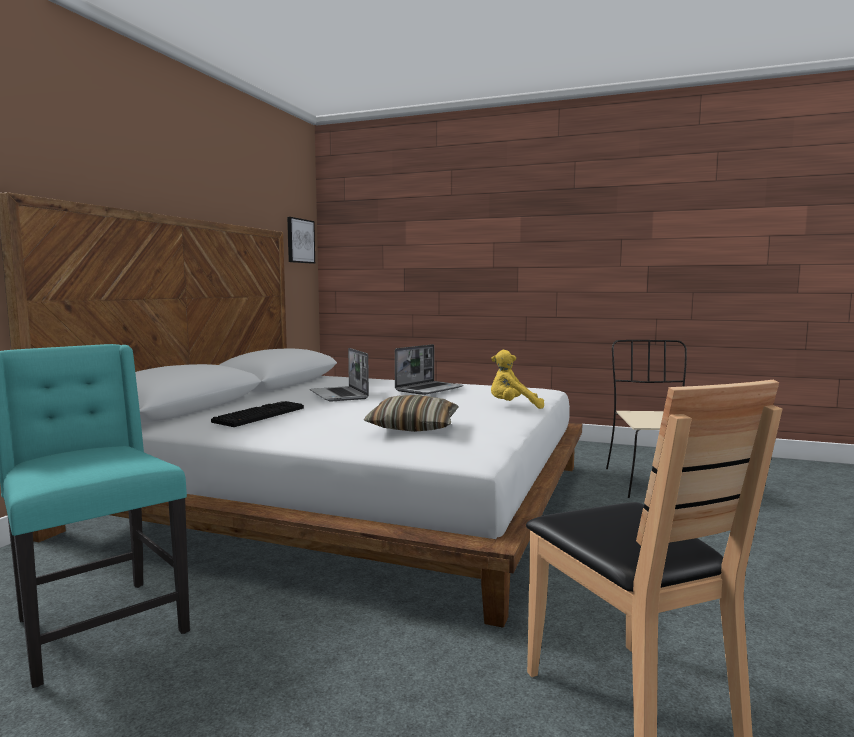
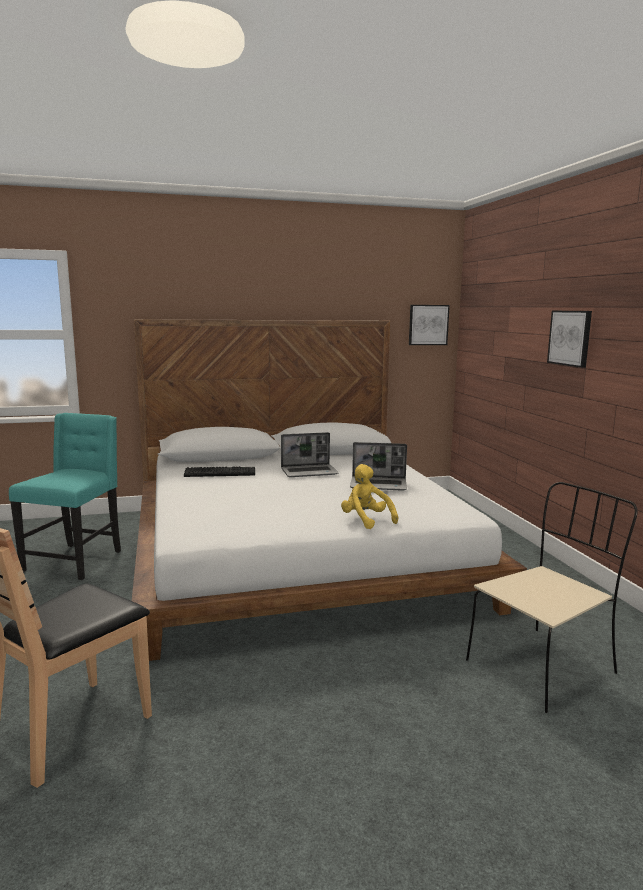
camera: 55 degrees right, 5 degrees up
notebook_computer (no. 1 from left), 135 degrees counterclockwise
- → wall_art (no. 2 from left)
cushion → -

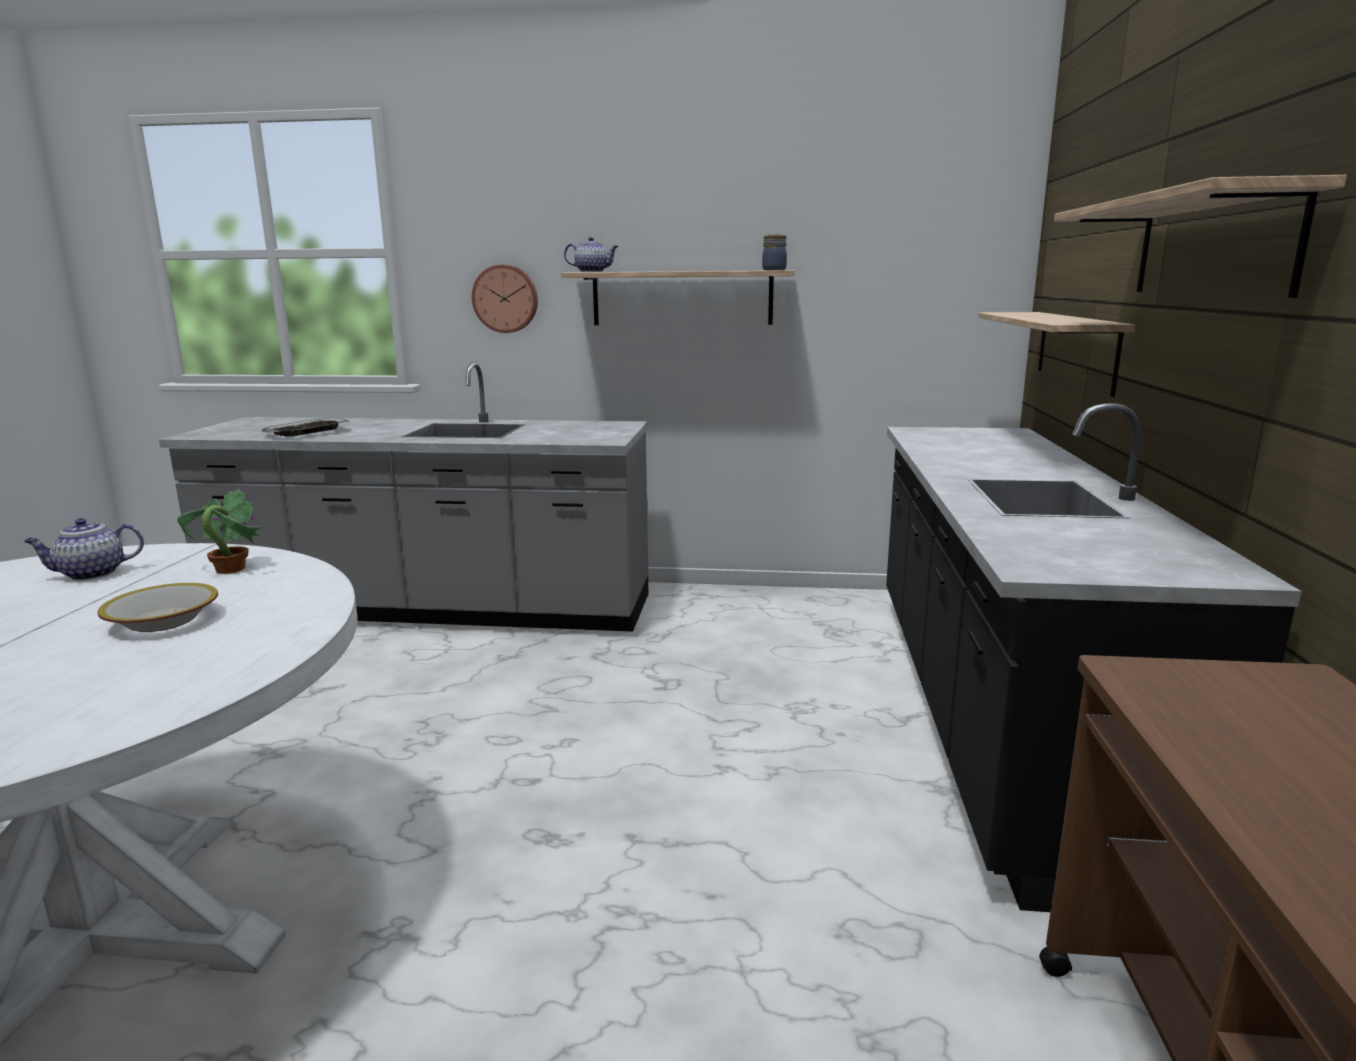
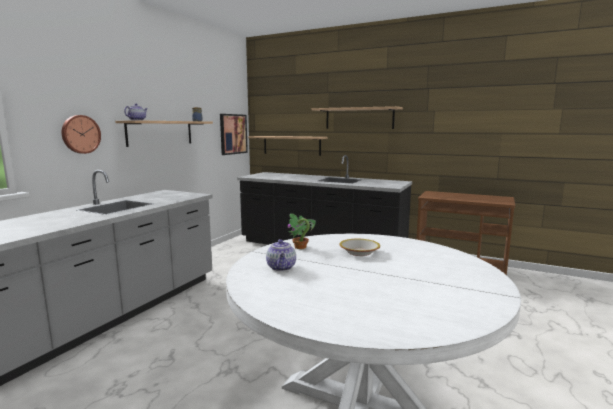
camera: 70 degrees left, 5 degrees down
- → wall_art
serving_tray → -

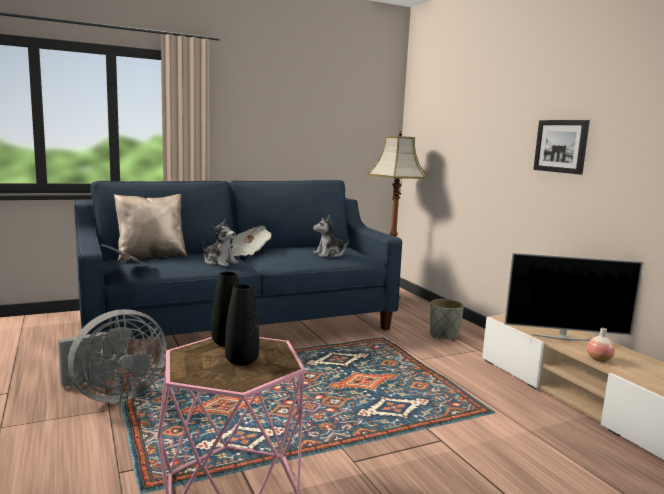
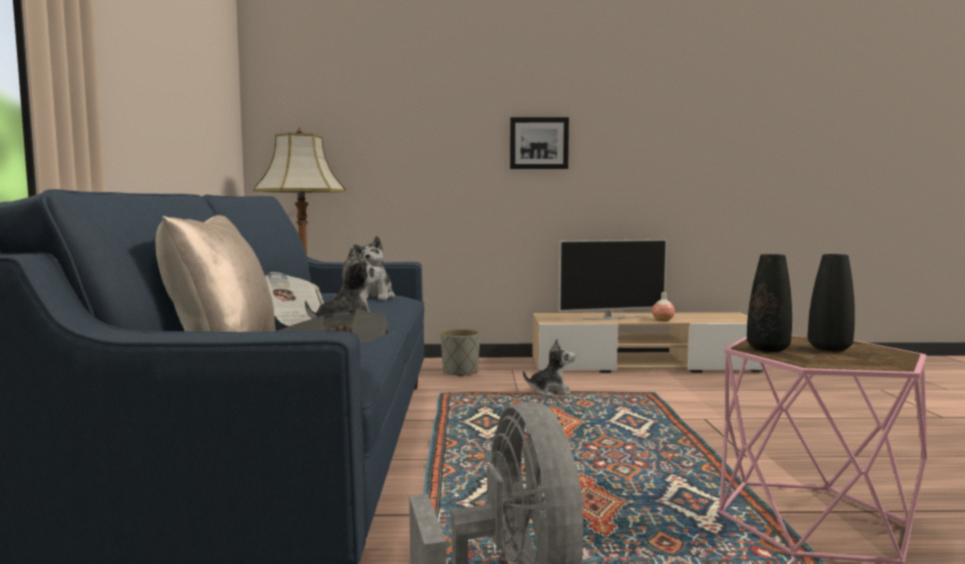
camera: 65 degrees left, 5 degrees down
- → cuddly_toy (no. 3 from left)
television, 45 degrees clockwise

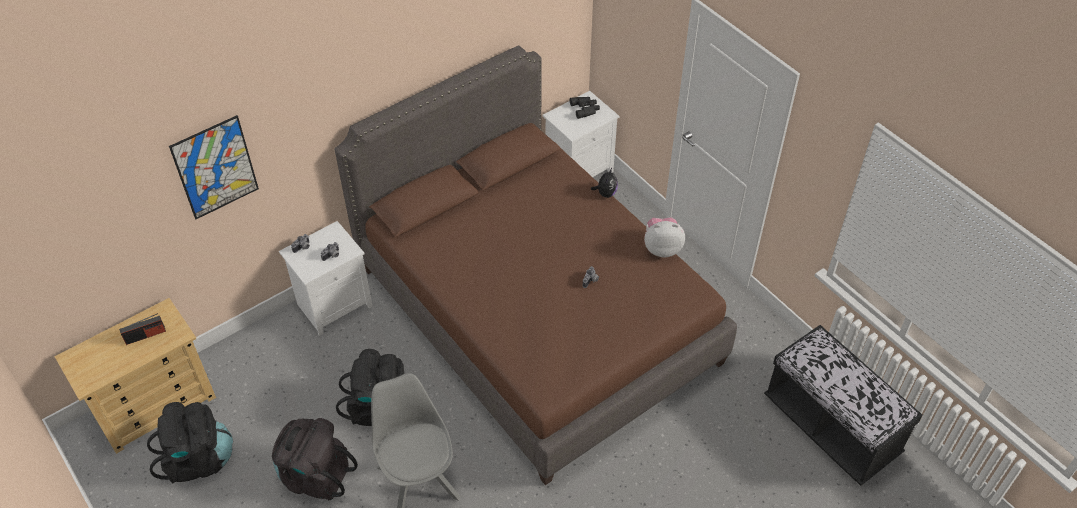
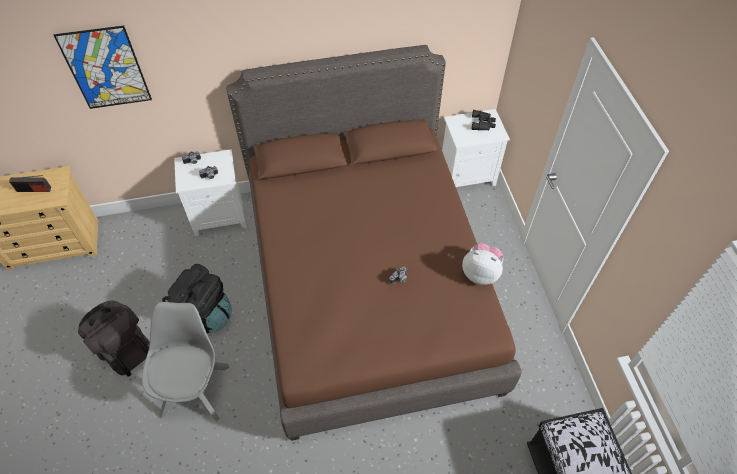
camera: 25 degrees right, 5 degrees up
black-coloured_knapsack (no. 1 from left) → -
cuddly_toy (no. 1 from left) → -

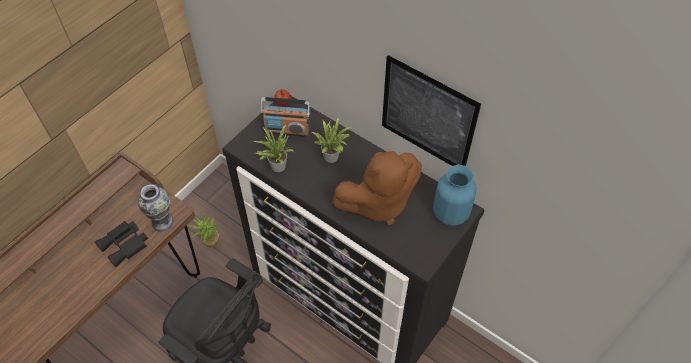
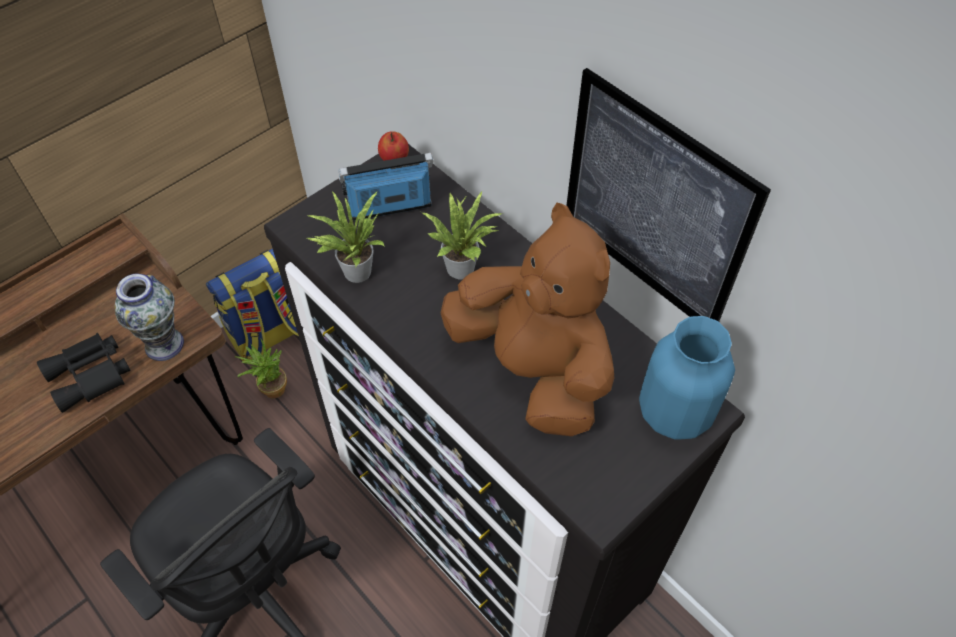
camera: 10 degrees right, 0 degrees up
- → knapsack
radio_set, 150 degrees clockwise
brown_cuddly_toy, 120 degrees counterclockwise

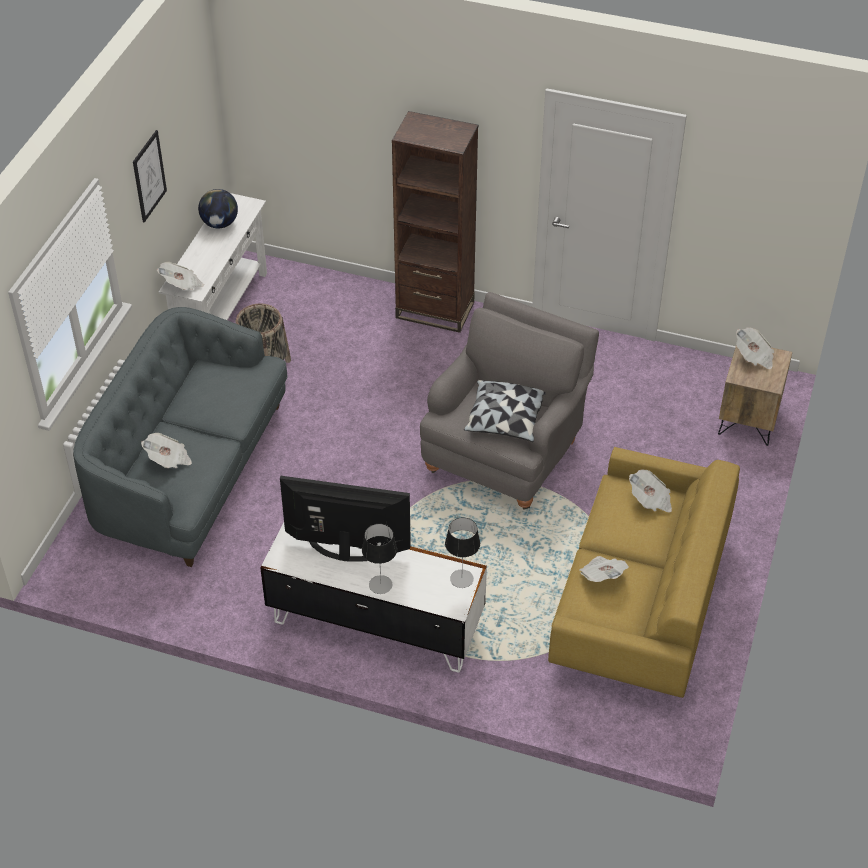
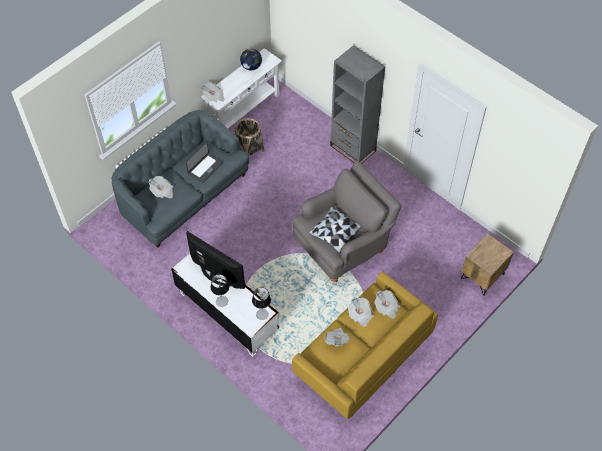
camera: 25 degrees right, 10 degrees up
- → notebook_computer
brown_bookcase → greyish_bookcase
printed_paper (no. 5 from left in the first image) → printed_paper (no. 4 from left), relocated
wall_art → -

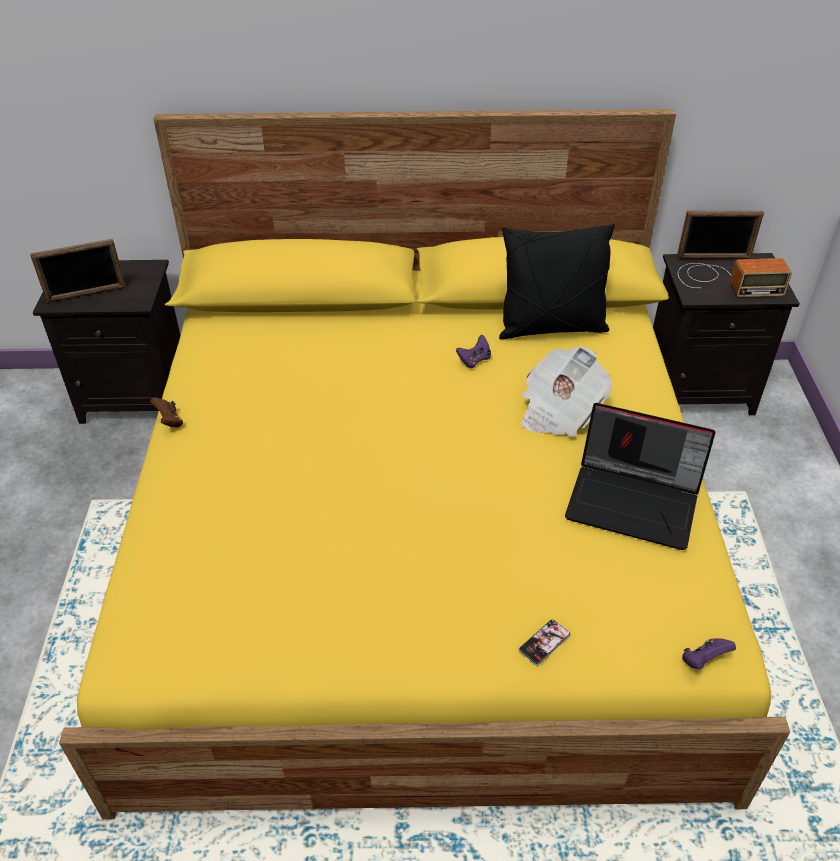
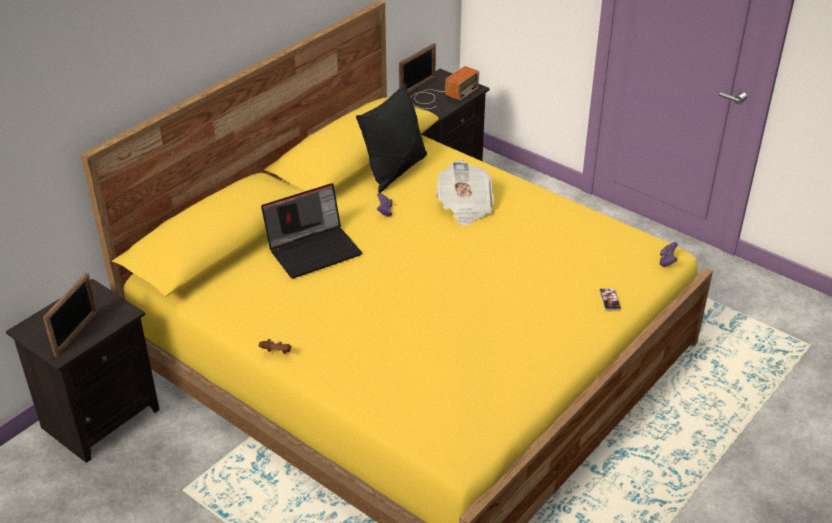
camera: 50 degrees left, 5 degrees down
notebook_computer, relocated

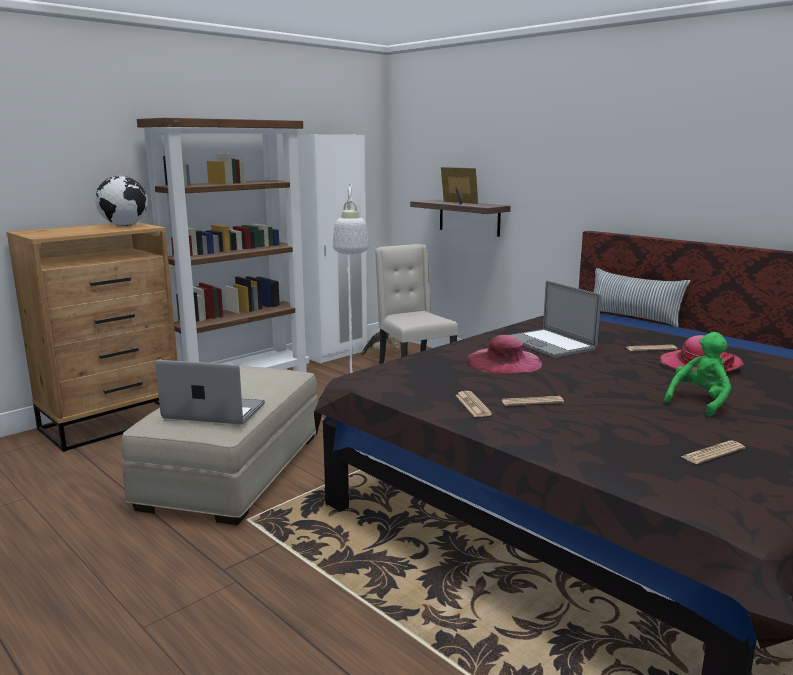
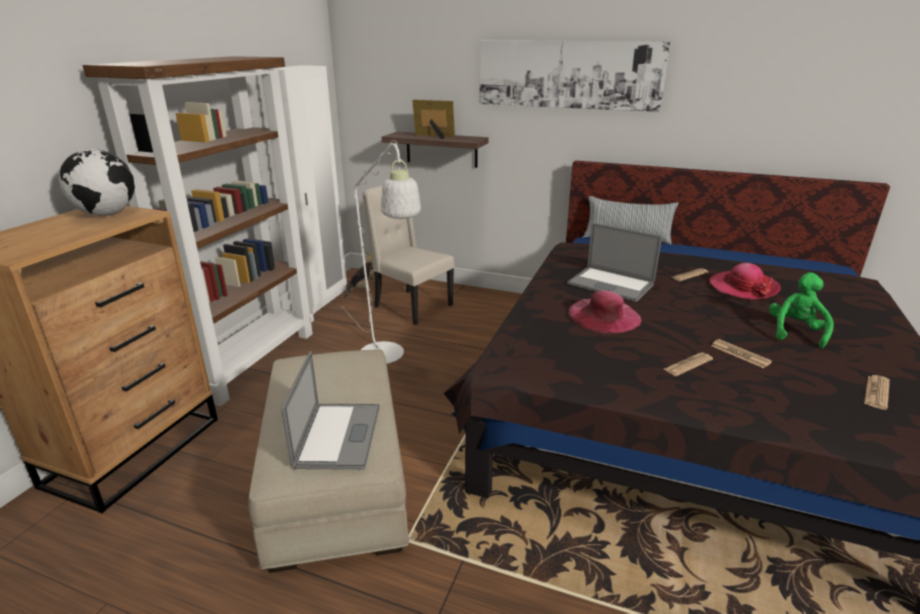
camera: 25 degrees left, 10 degrees up
notebook_computer (no. 1 from left), 105 degrees clockwise
- → wall_art
printed_paper (no. 1 from left in the first image) → printed_paper (no. 3 from left), relocated

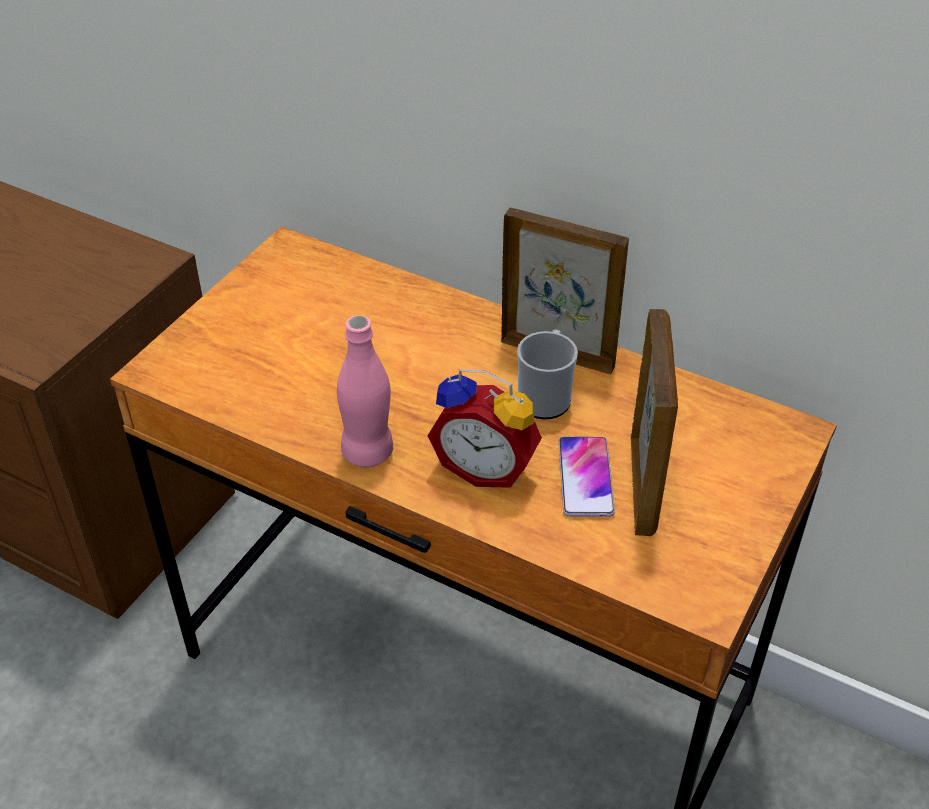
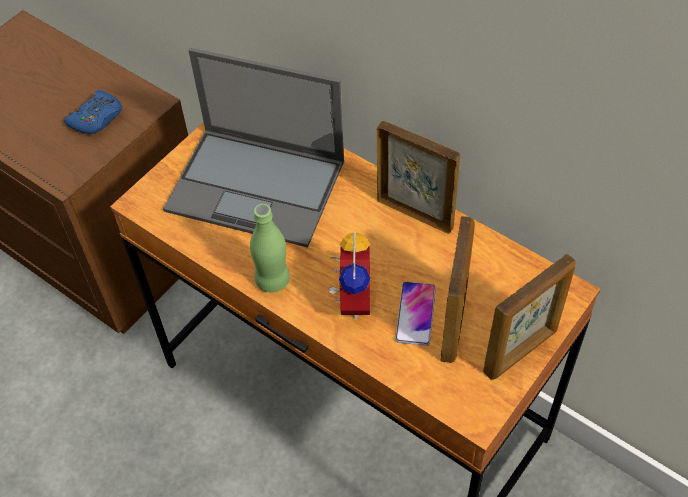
camera: 10 degrees right, 10 degrees up
- → bluish_joypad
- → notebook_computer
pinkish_drink_bottle → greenish_drink_bottle
table_clock, 120 degrees counterclockwise
- → photo_frame (no. 3 from left)
coffee_mug → -

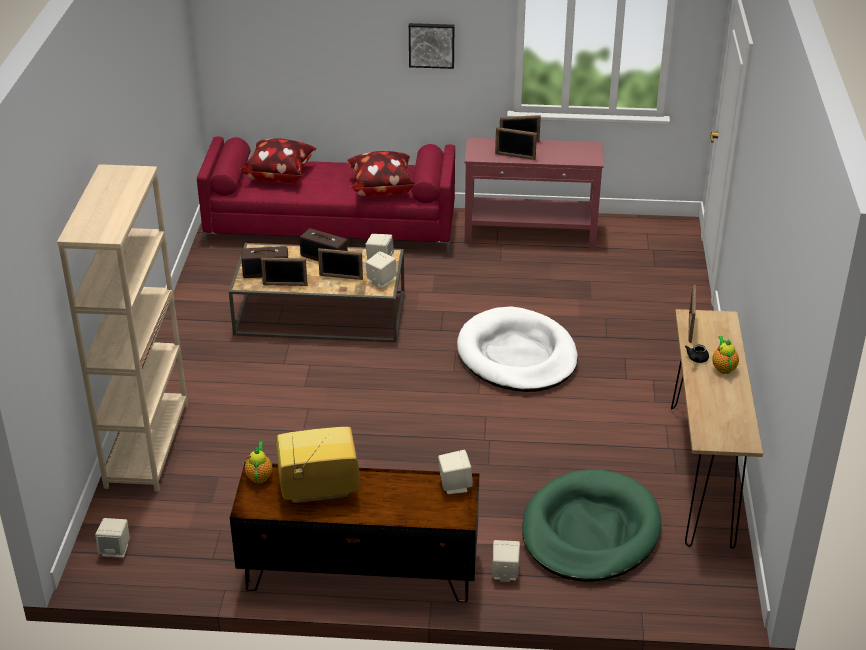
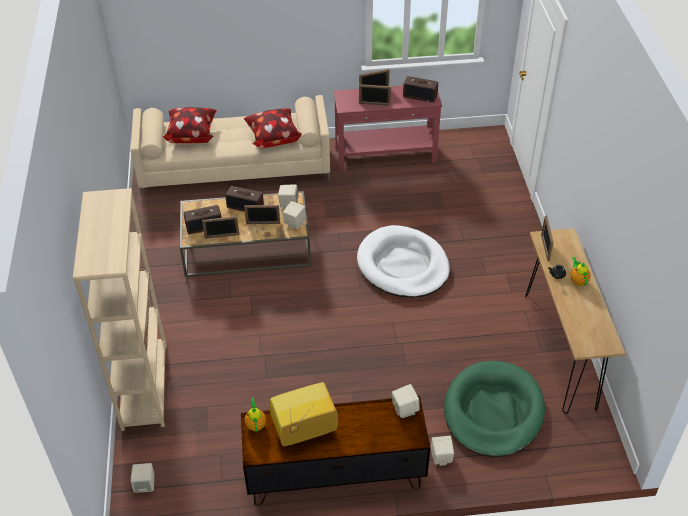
camera: 10 degrees left, 10 degrees up
red_sofa → sand-coloured_sofa
- → radio_set (no. 3 from left)
wall_art → -

